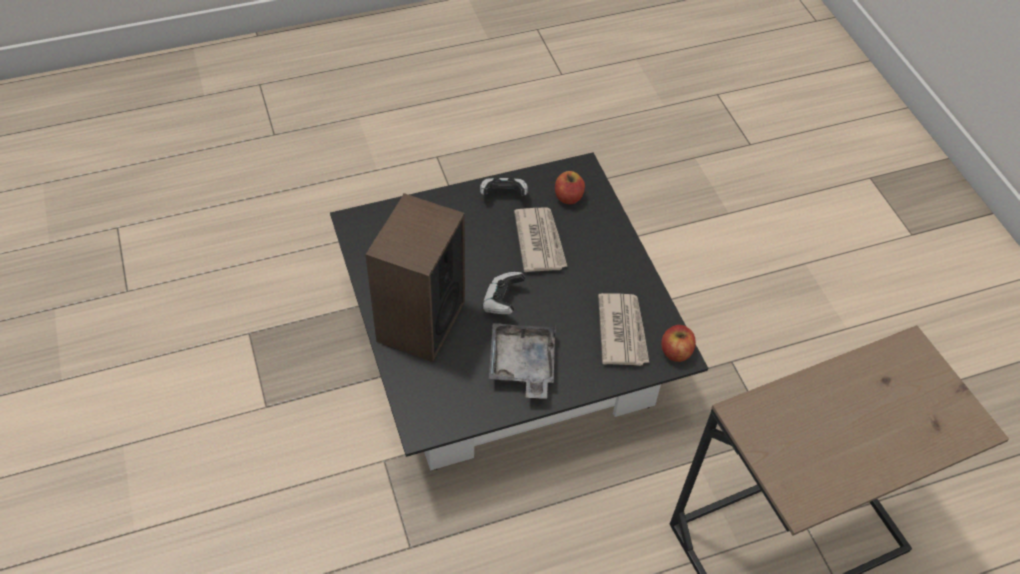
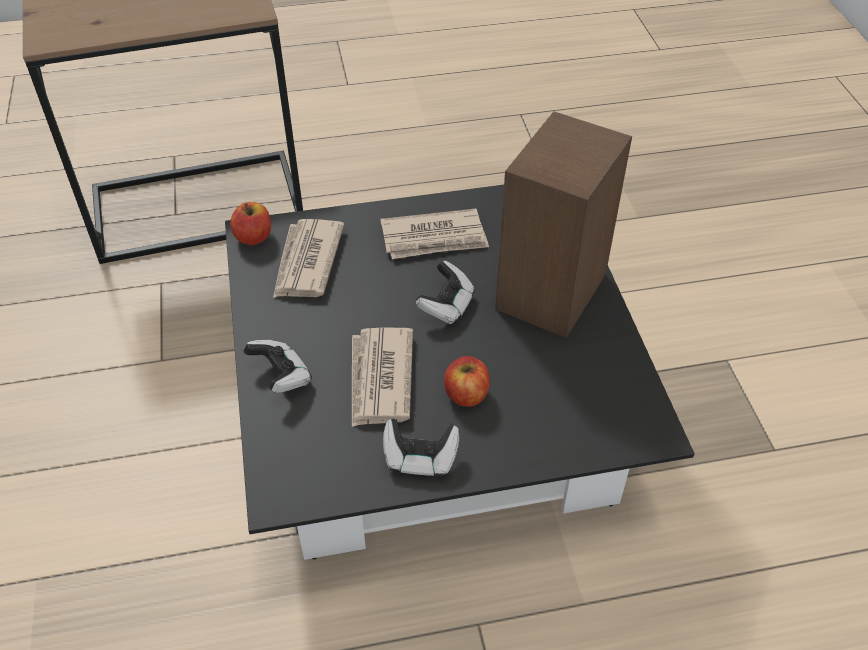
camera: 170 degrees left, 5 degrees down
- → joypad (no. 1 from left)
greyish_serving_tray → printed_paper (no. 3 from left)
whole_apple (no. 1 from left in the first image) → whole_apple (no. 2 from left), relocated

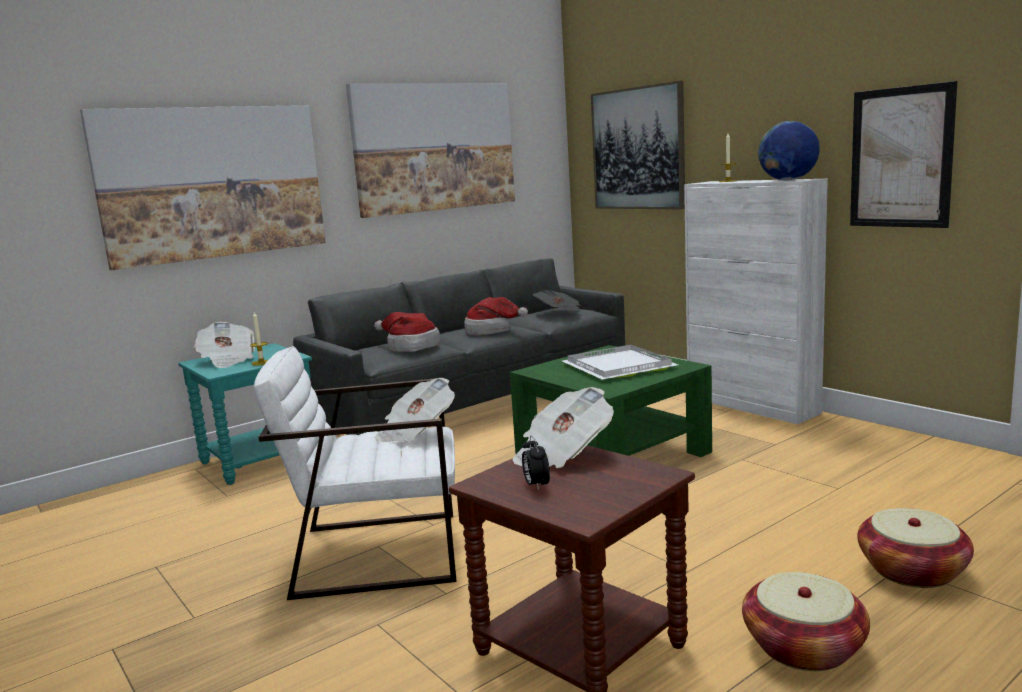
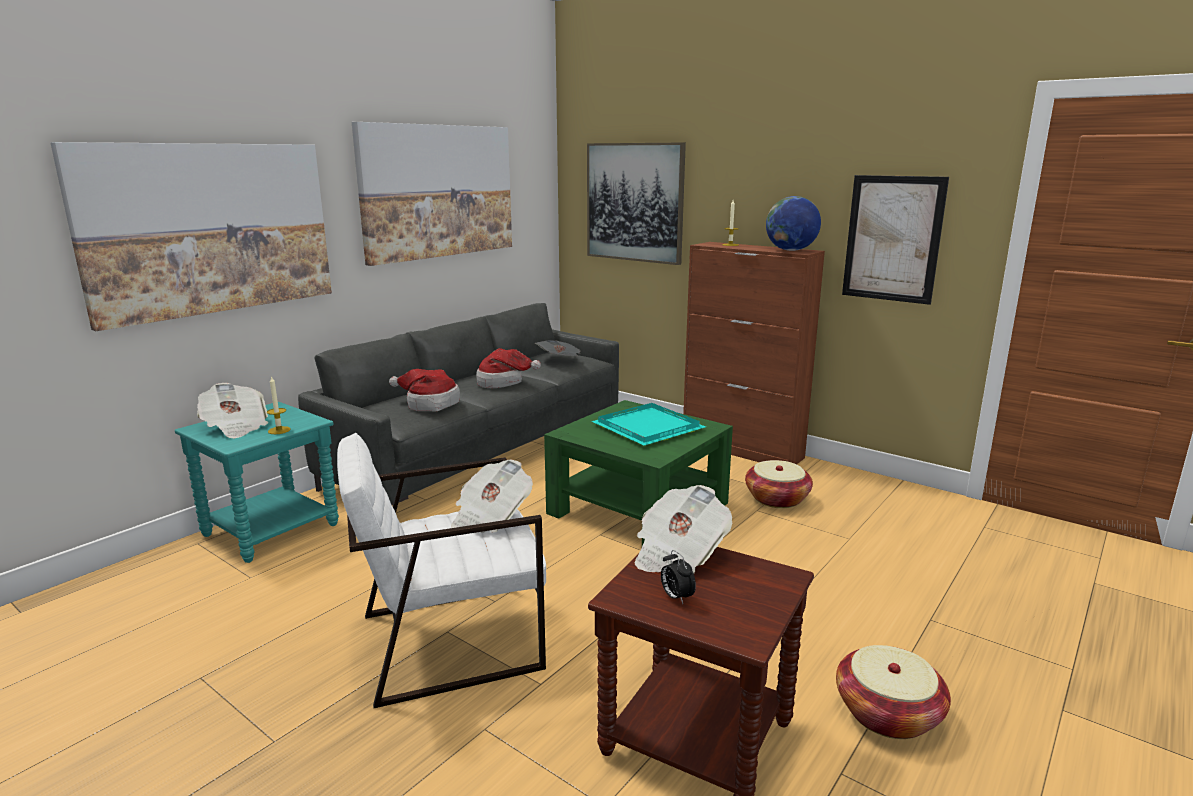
camera: 15 degrees left, 5 degrees up
white_serving_tray → turquoise-coloured_serving_tray
white_storage_cabinet → brown_storage_cabinet
storage_basket (no. 2 from left in the first image) → storage_basket (no. 1 from left), relocated

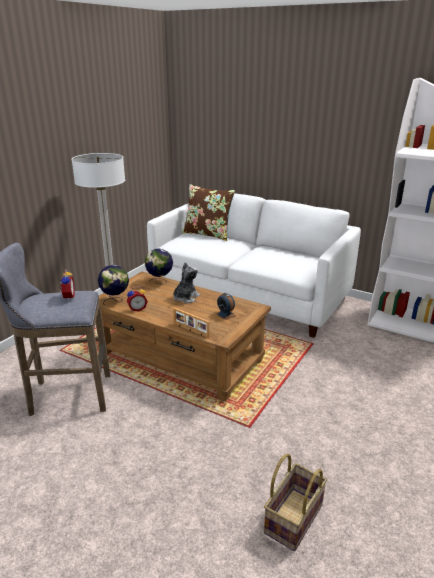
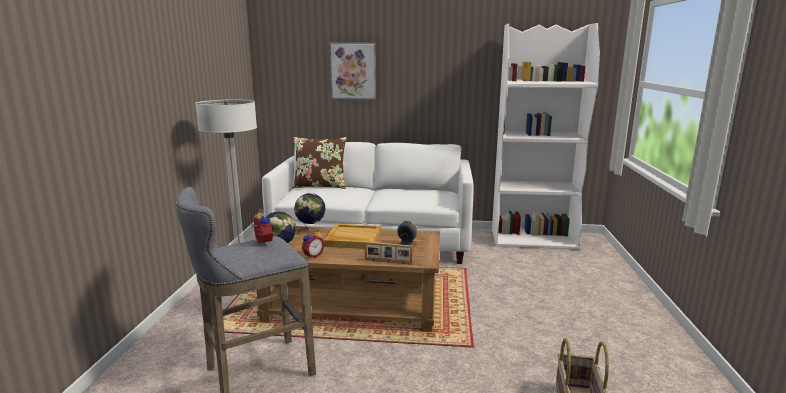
camera: 25 degrees left, 10 degrees down
cuddly_toy → sand-coloured_serving_tray
- → wall_art

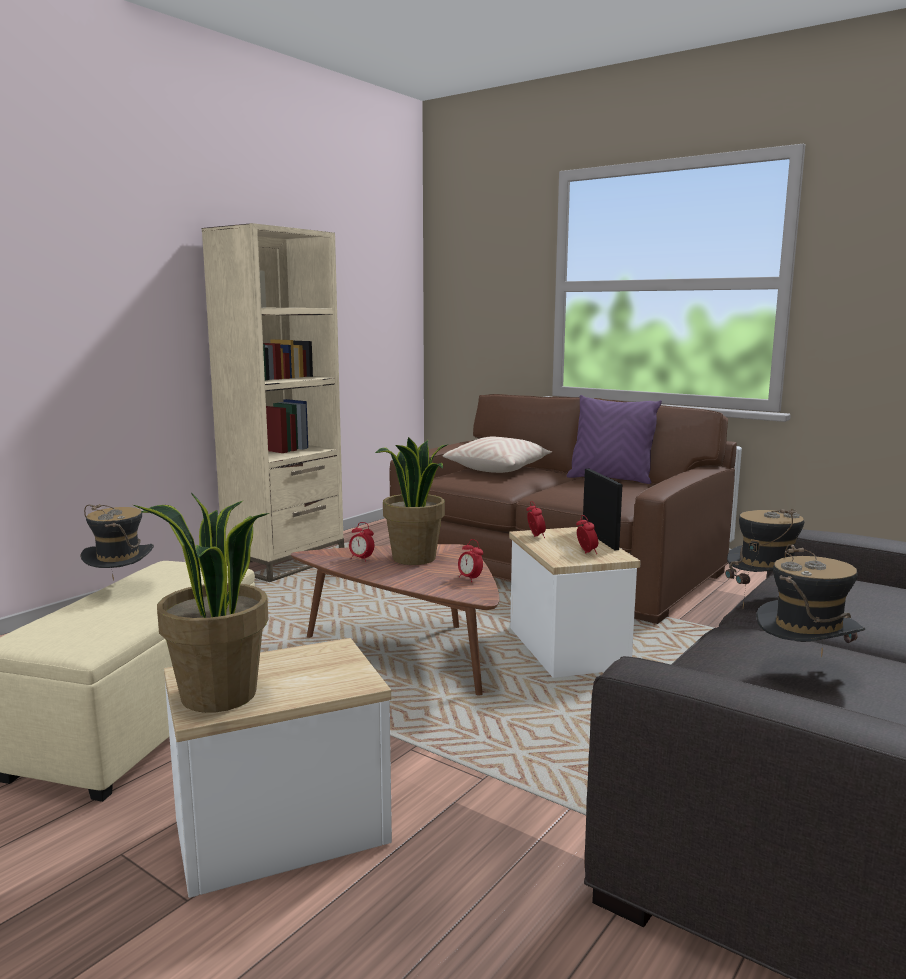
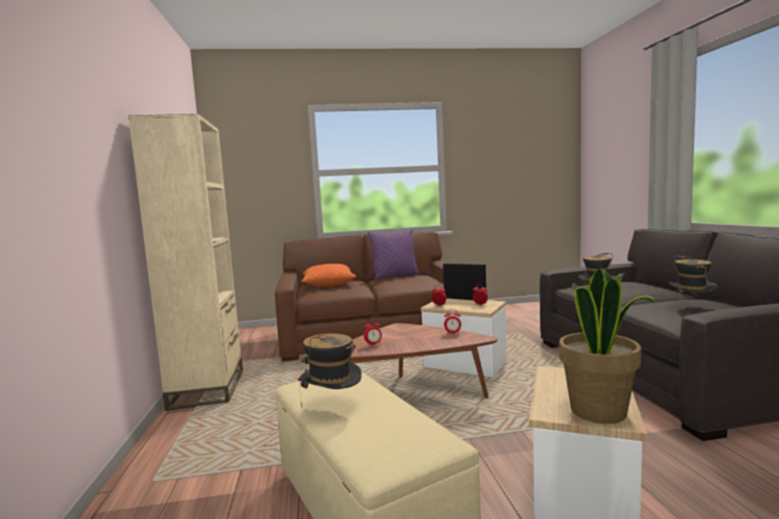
camera: 45 degrees left, 5 degrees down
sand-coloured_cushion → orange-coloured_cushion
potted_plant (no. 2 from left) → -

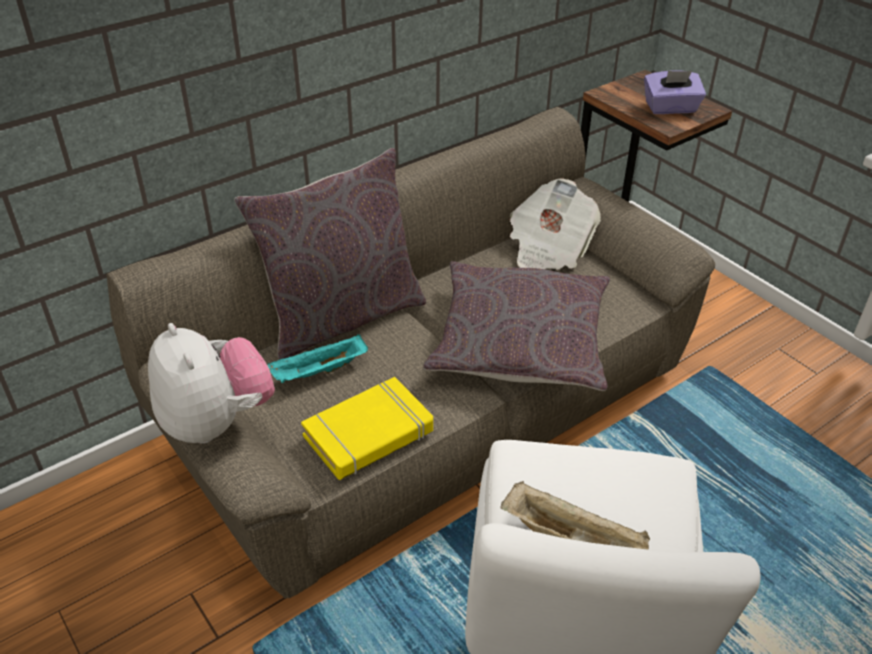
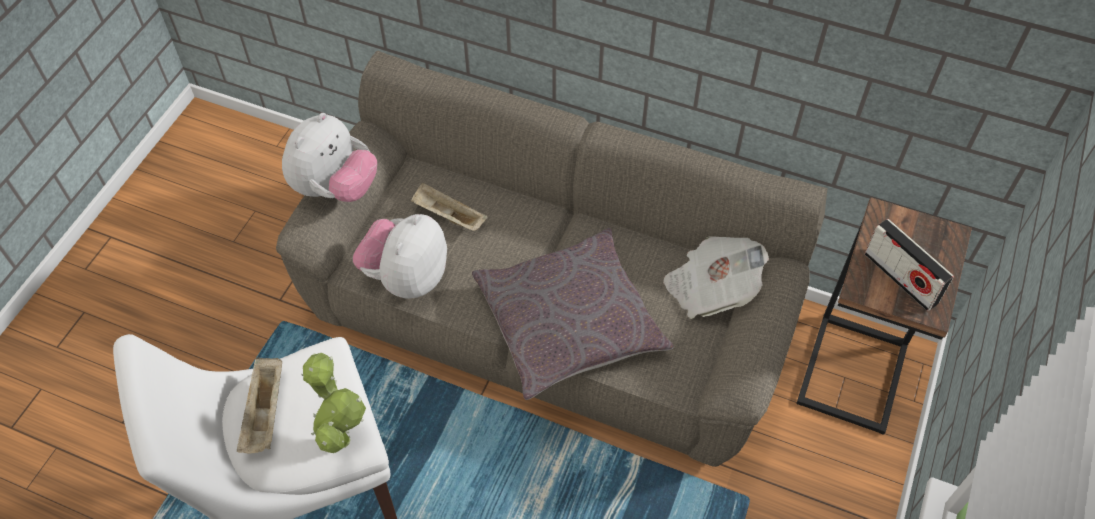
camera: 60 degrees right, 15 degrees up
- → potted_plant
yellow_book → cuddly_toy (no. 2 from left)
turquoise-coloured_serving_tray → sand-coloured_serving_tray (no. 2 from left)
purple-coloured_tissue_holder → radio_set
greyish_cushion (no. 1 from left) → -

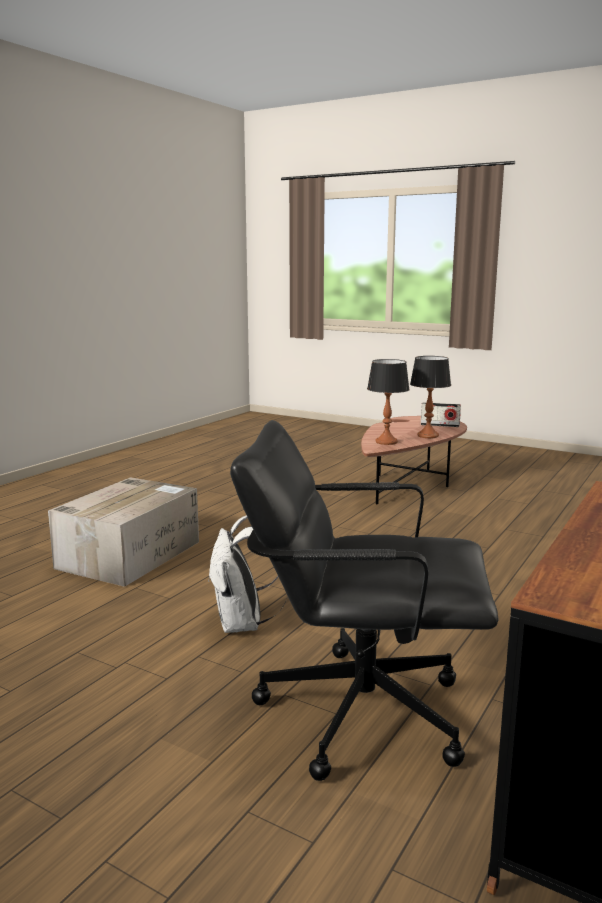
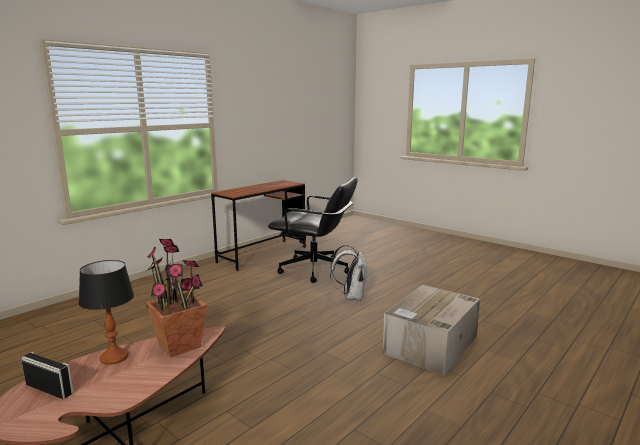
camera: 170 degrees left, 0 degrees up
table_lamp (no. 1 from left) → potted_plant

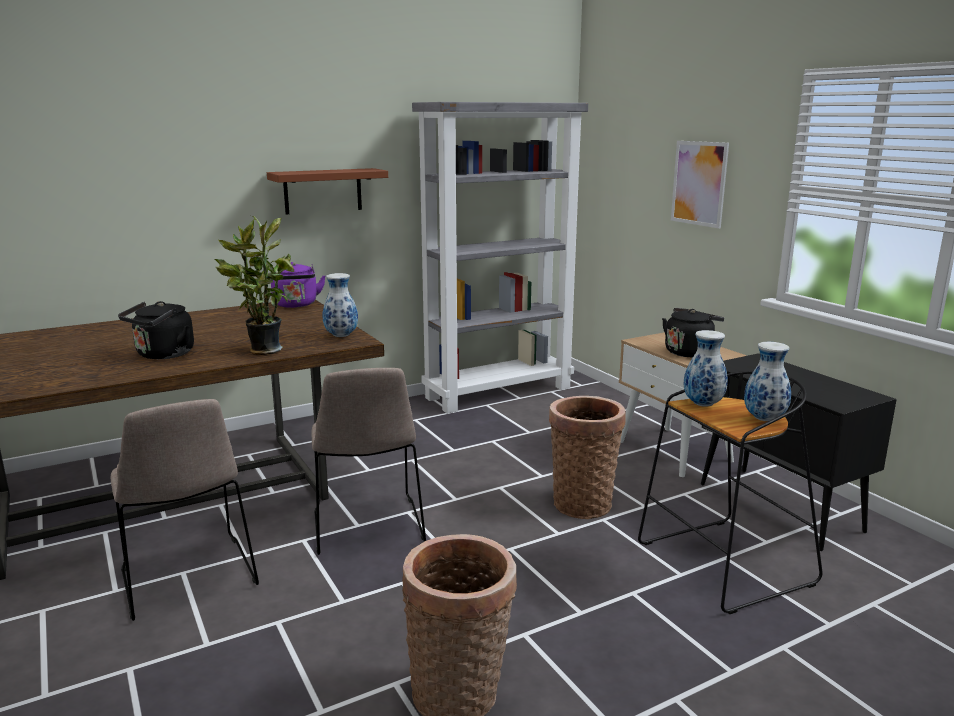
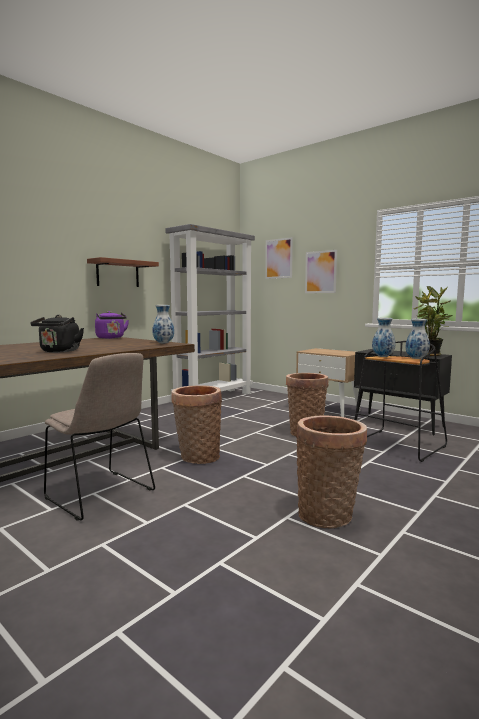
camera: 20 degrees left, 10 degrees down
sand-coloured_plain_chair (no. 2 from left) → storage_basket (no. 1 from left)
- → wall_art (no. 1 from left)
potted_plant, relocated
black-coloured_water_kettle (no. 2 from left) → -

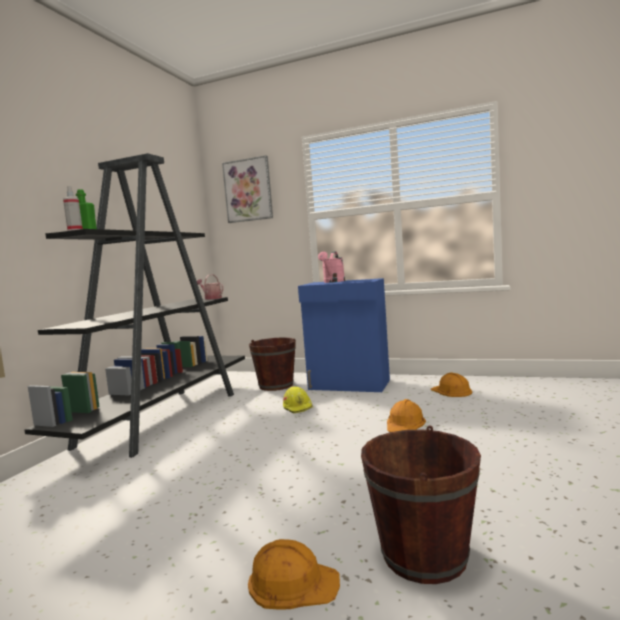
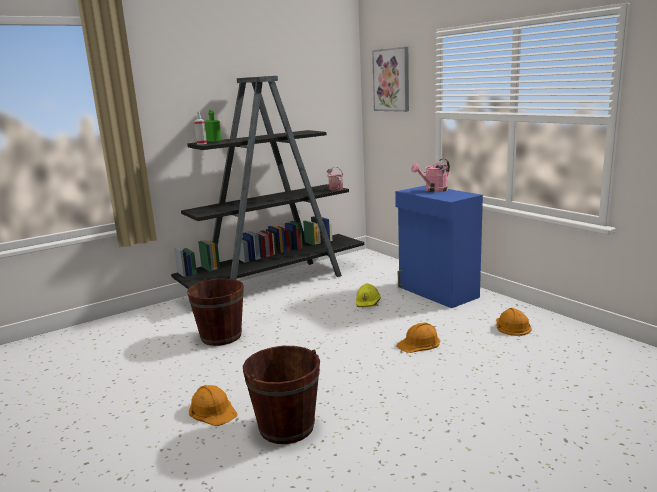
camera: 35 degrees right, 10 degrees up
brown_water_bucket (no. 1 from left), relocated

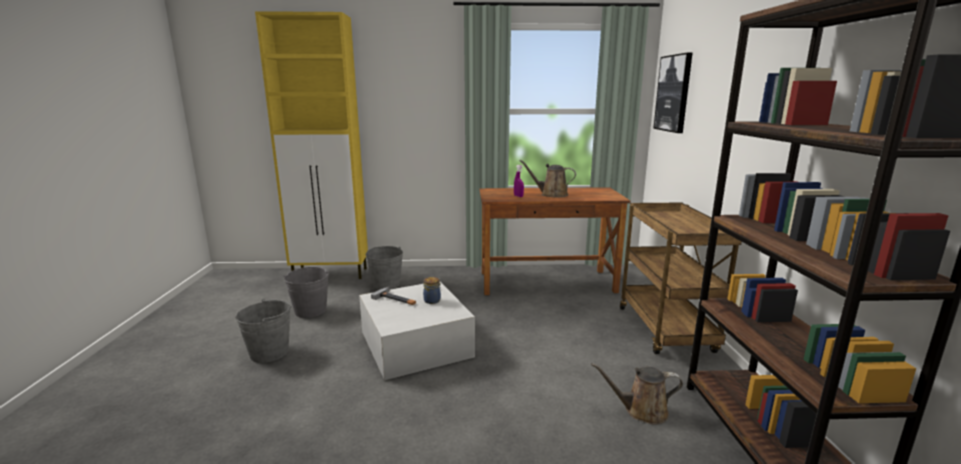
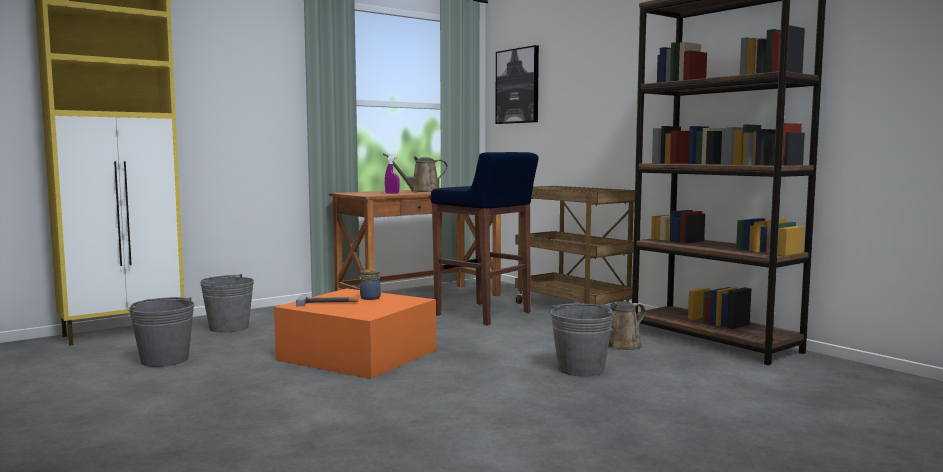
camera: 35 degrees left, 10 degrees down
white_storage_box → orange-coloured_storage_box
- → bluish_stool_seat
greyish_water_bucket (no. 1 from left in the first image) → greyish_water_bucket (no. 3 from left), relocated

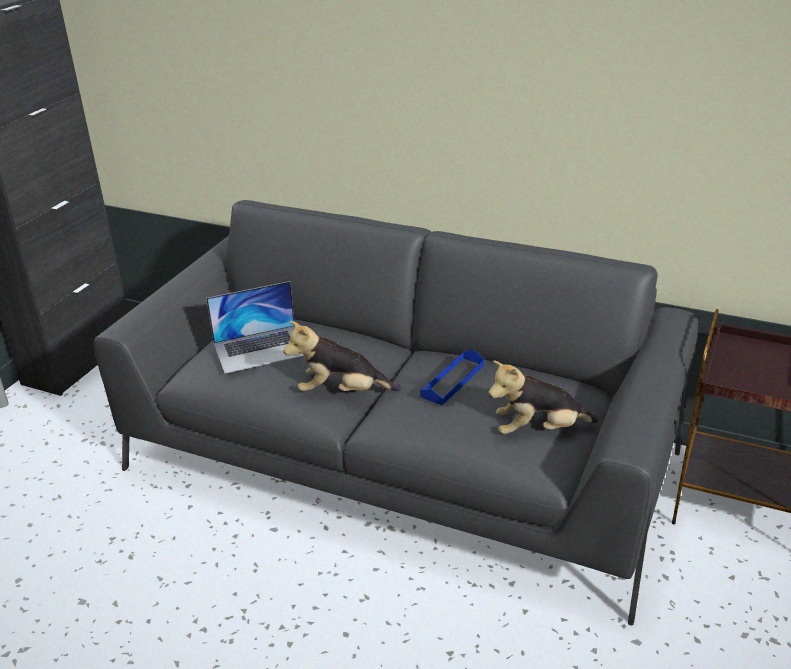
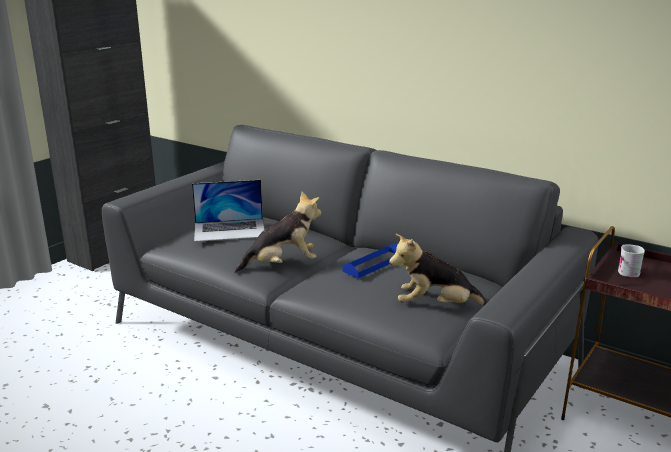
camera: 10 degrees right, 10 degrees down
cuddly_toy (no. 1 from left), 150 degrees clockwise
- → white_coffee_mug

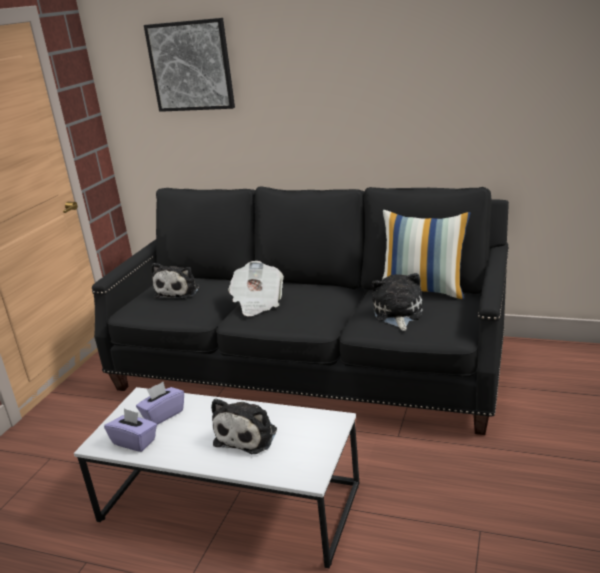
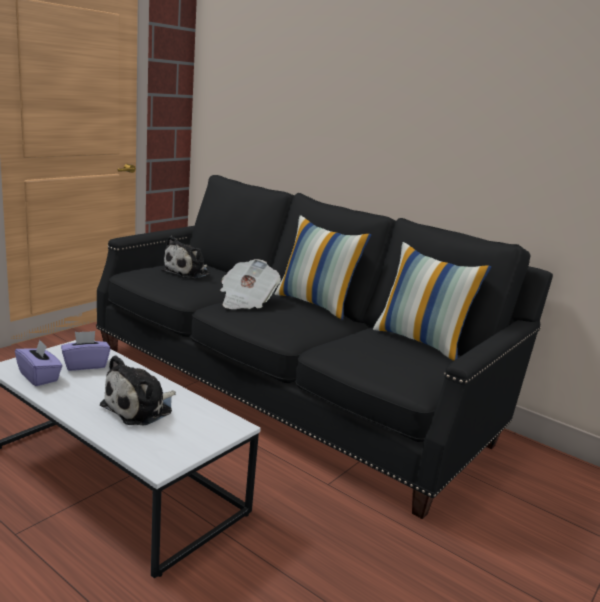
camera: 15 degrees right, 5 degrees down
- → cushion (no. 1 from left)
wall_art → -
cuddly_toy (no. 3 from left) → -

